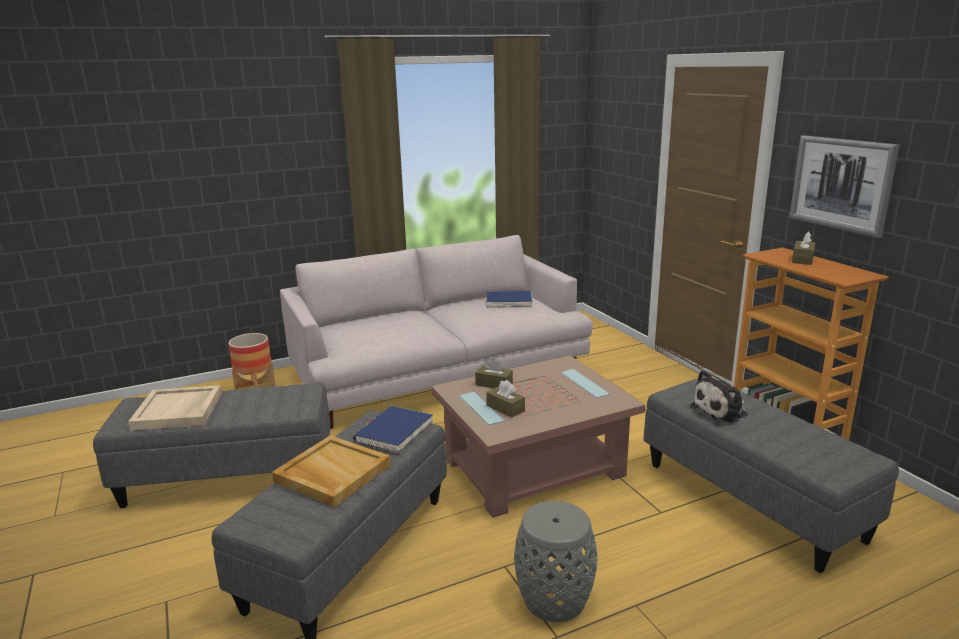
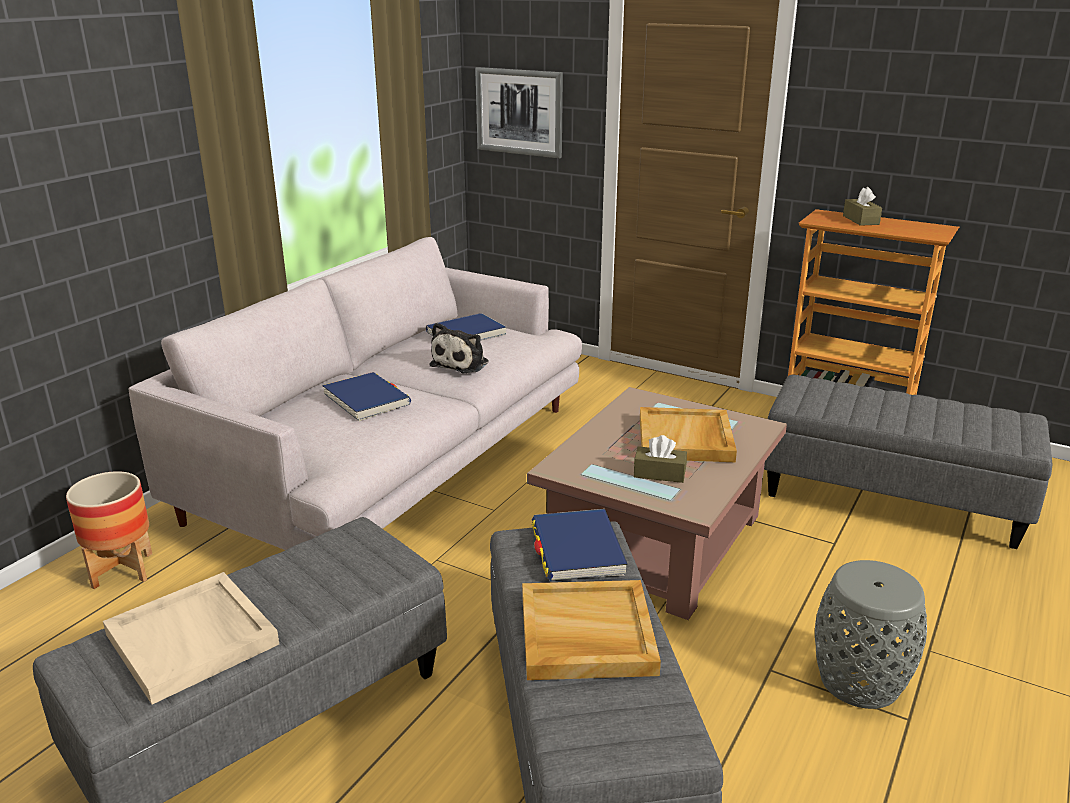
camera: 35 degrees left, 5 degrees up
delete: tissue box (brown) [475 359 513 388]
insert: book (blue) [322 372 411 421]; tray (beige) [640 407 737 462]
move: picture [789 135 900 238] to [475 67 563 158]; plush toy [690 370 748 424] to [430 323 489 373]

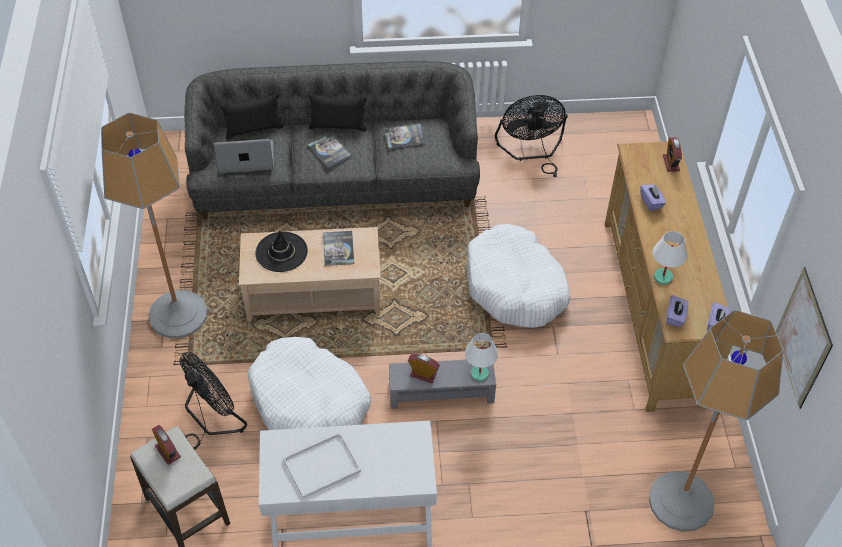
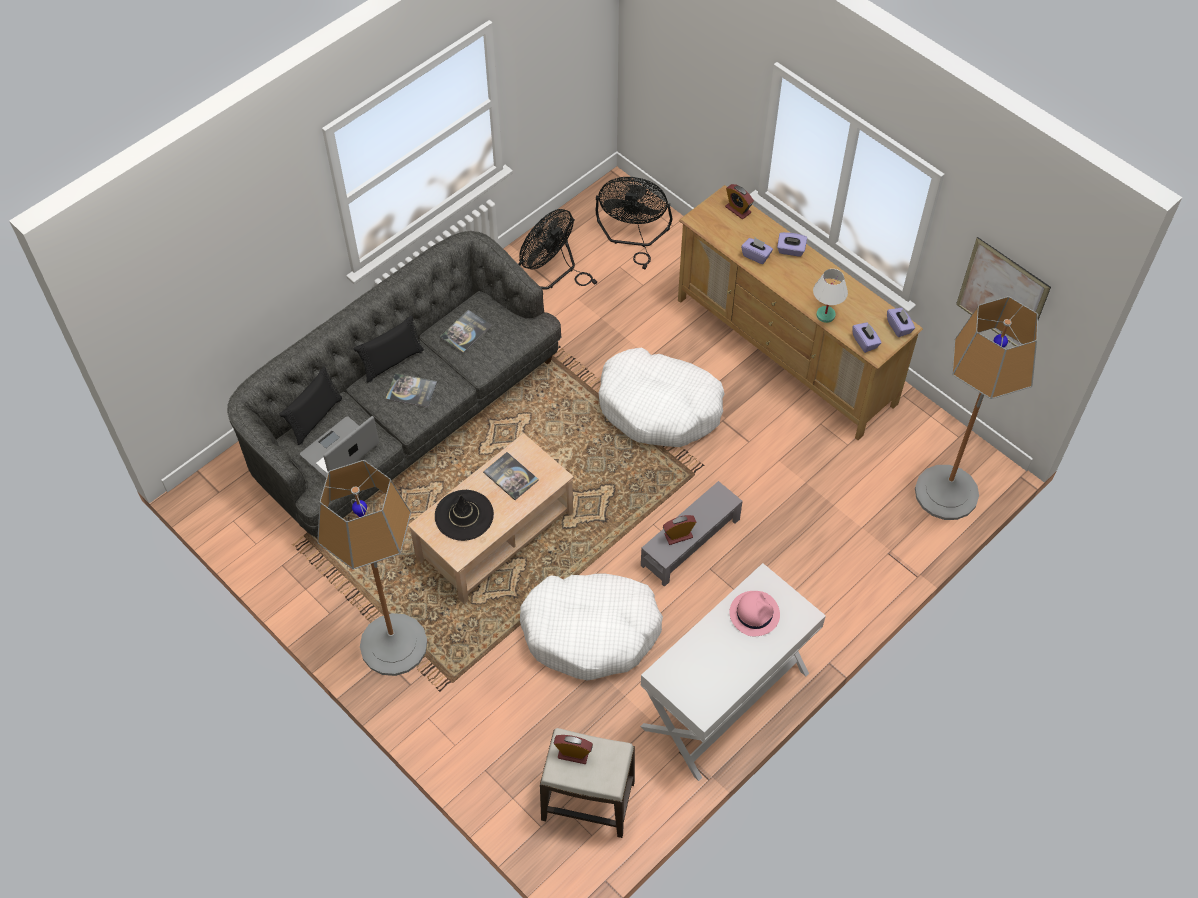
camera: 40 degrees left, 5 degrees up
delete: table lamp (white) [465 333 498 381]; tray (white) [283 433 361 499]
insert: tissue box (purple) [777 232 807 257]; hat (pink) [729 591 780 636]
move: fan (black) [179 352 247 450] to [596 177 673 270]

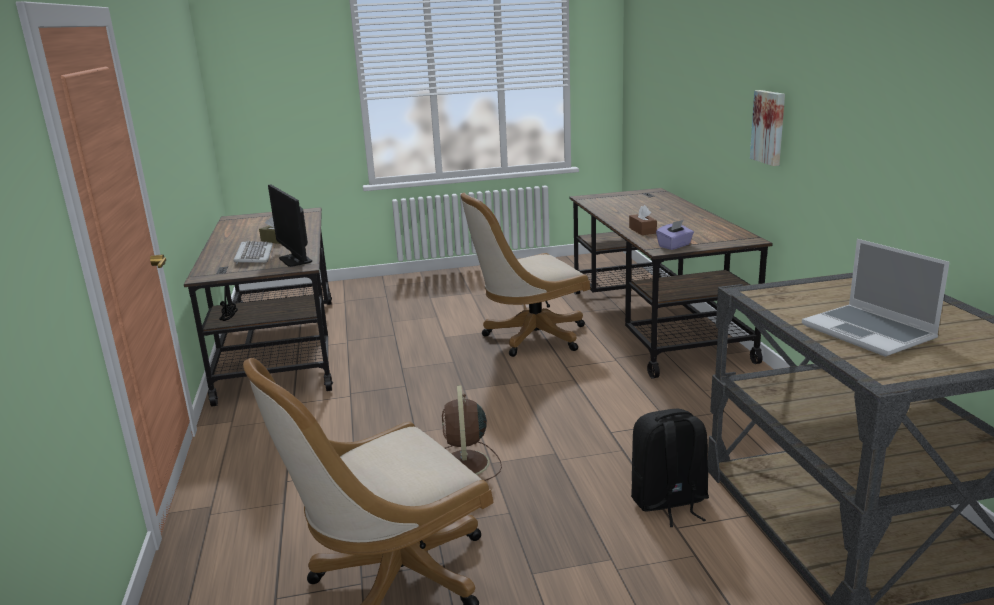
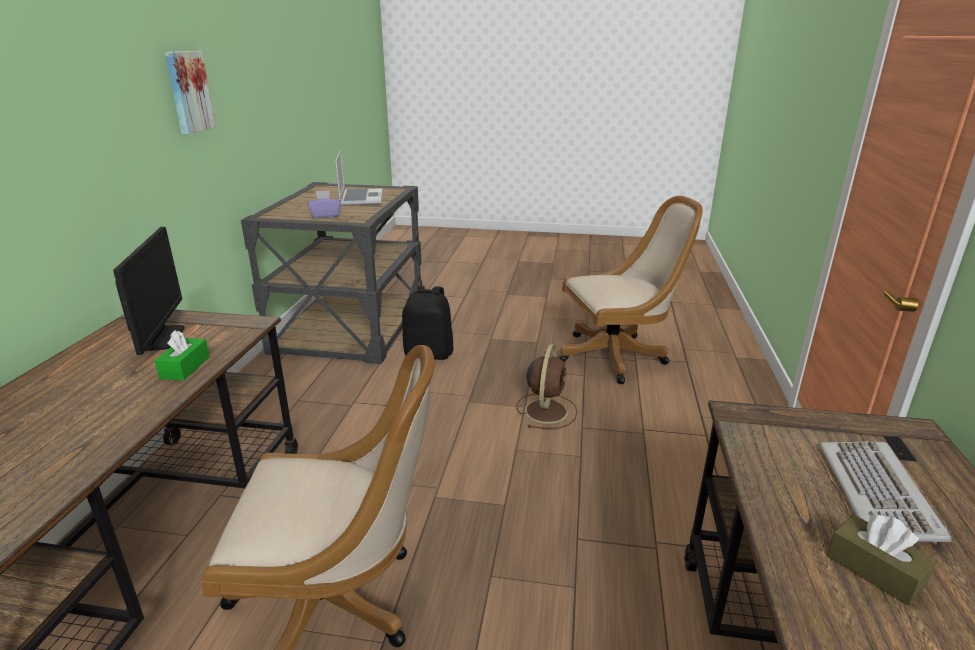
camera: 160 degrees left, 5 degrees up
move: picture [750 90 785 166] to [165 51 216 134]; monitor [268 185 312 267] to [113 227 185 355]; tissue box (purple) [656 220 694 250] to [307 190 341 218]
recolor: tissue box (brown) [629 205 657 235] to tissue box (green) [154 330 210 381]

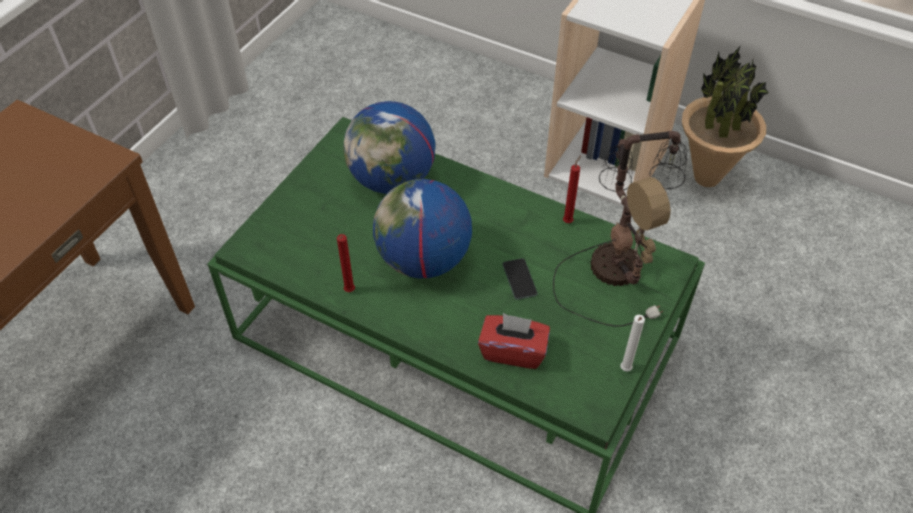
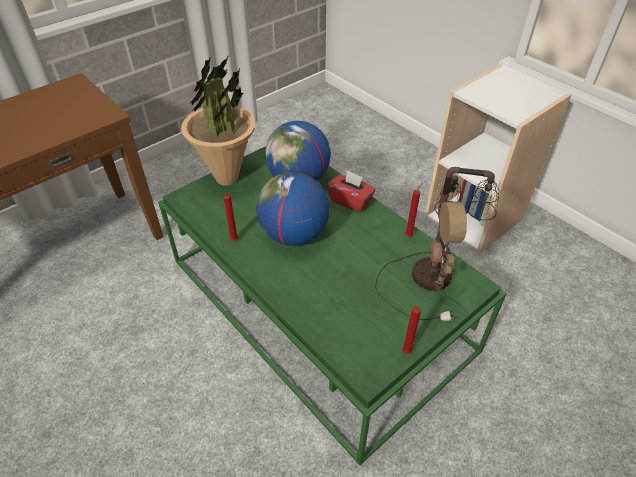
camera: 20 degrees right, 5 degrees down
delete: phone [502 258 538 300]
move: potted plant [682 47 769 187] to [181 55 255 186]; tissue box (red) [478 313 550 369] to [327 170 376 212]
recolor: candle (white) [620 315 645 372] to candle (red) [402 306 421 354]

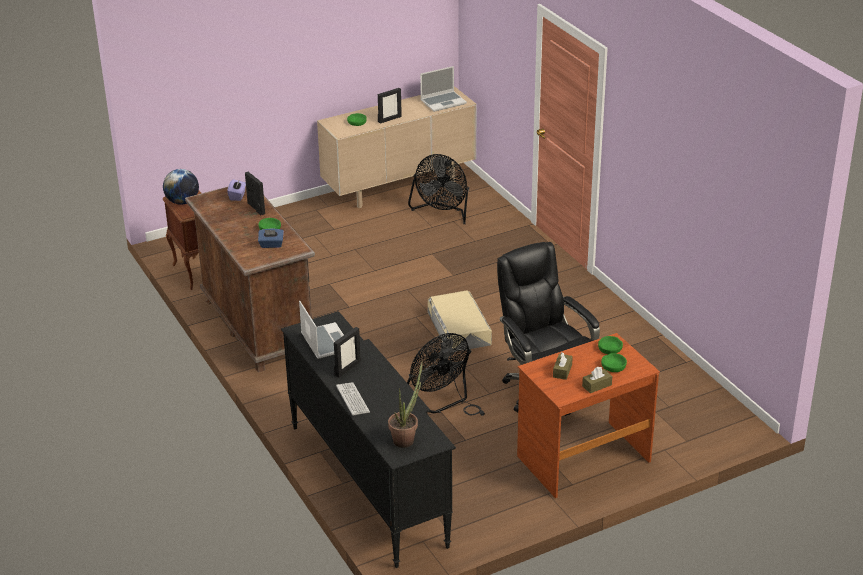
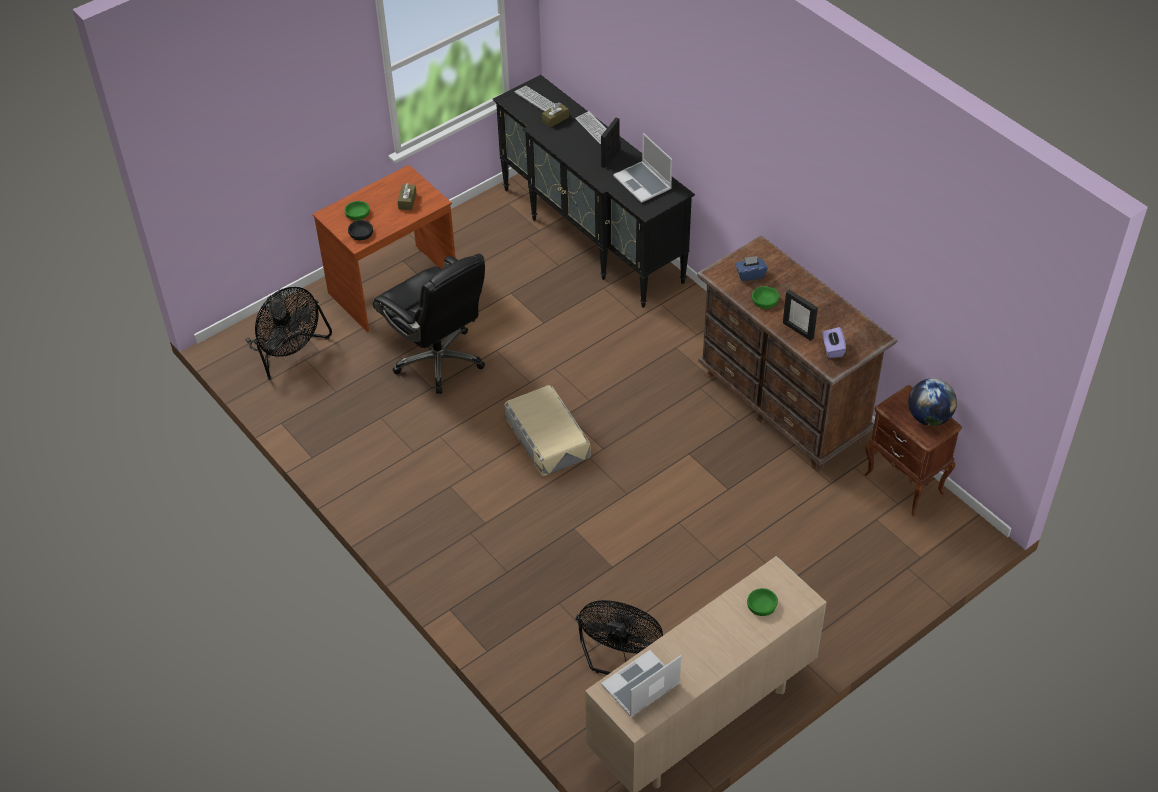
camera: 170 degrees right, 15 degrees up
delete: picture frame [378 88 402 124]
move: fan (black) [407 333 485 416] to [245 287 332 380]; tissue box (brown) [582 367 612 393] to [542 102 569 128]
replace: potted plant [388 362 422 448] to keyboard [515 86 555 112]
recolor: bowl (green) [598 336 623 354] to bowl (black) [348 220 373 240]

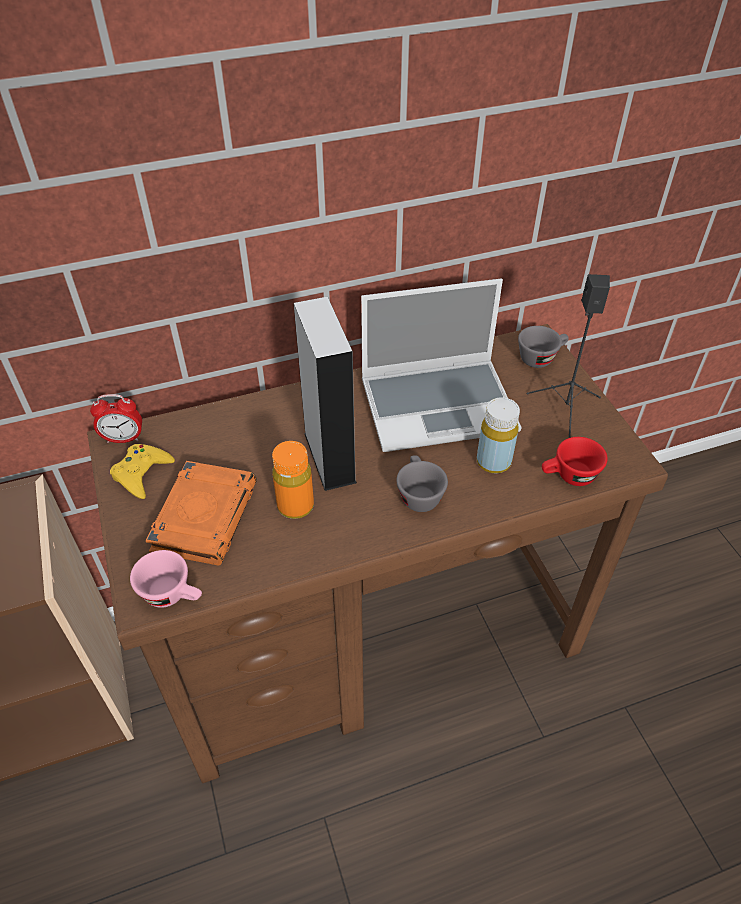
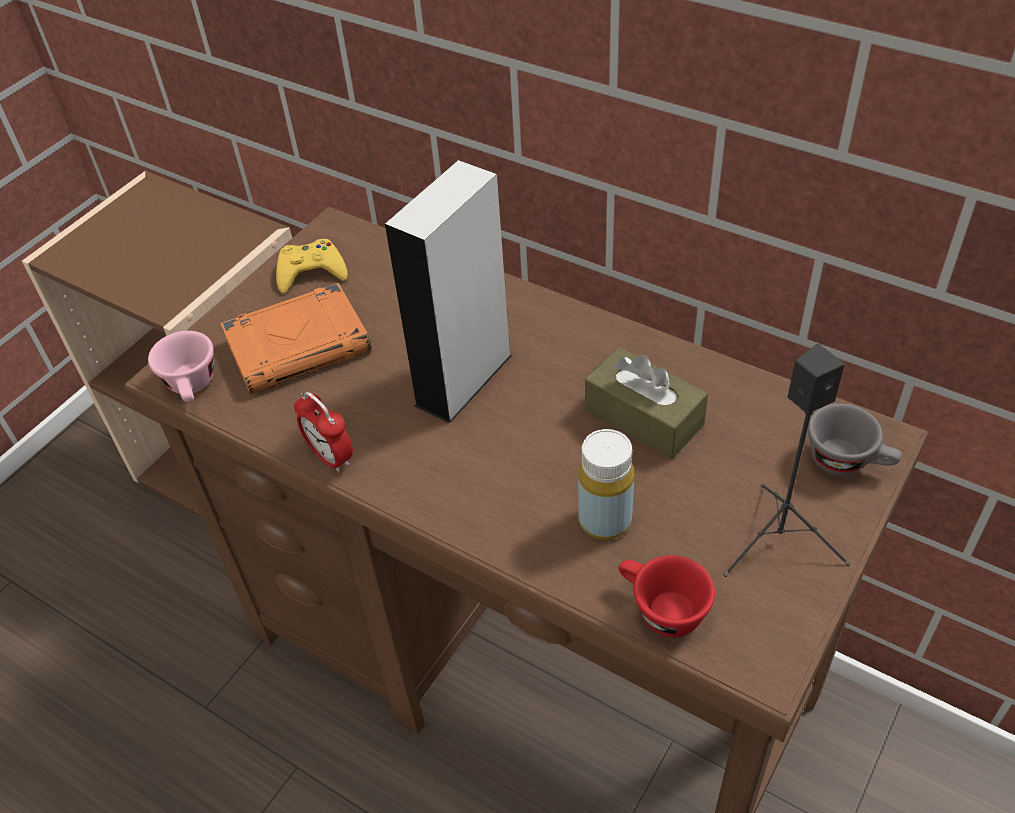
camera: 55 degrees right, 0 degrees up
delete: bottle (orange) [272 441 314 519]; cup (grey) [396 455 448 512]
move: alarm clock [90 394 142 443] to [294 392 353 472]
replace: laptop [361 279 522 452] to tissue box (brown) [585 347 708 459]

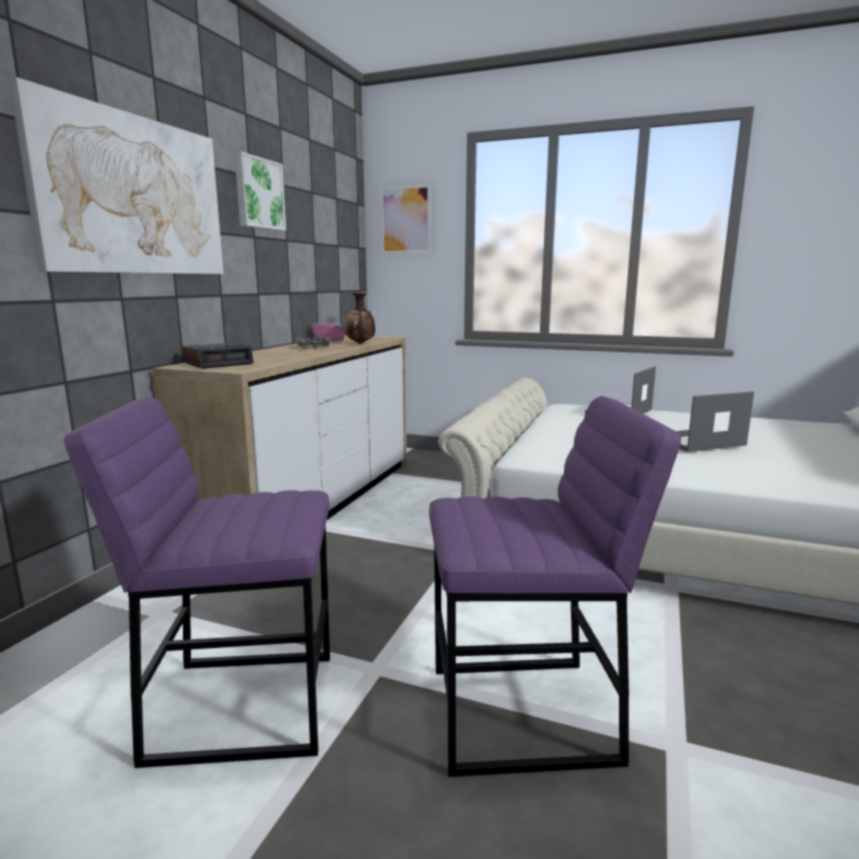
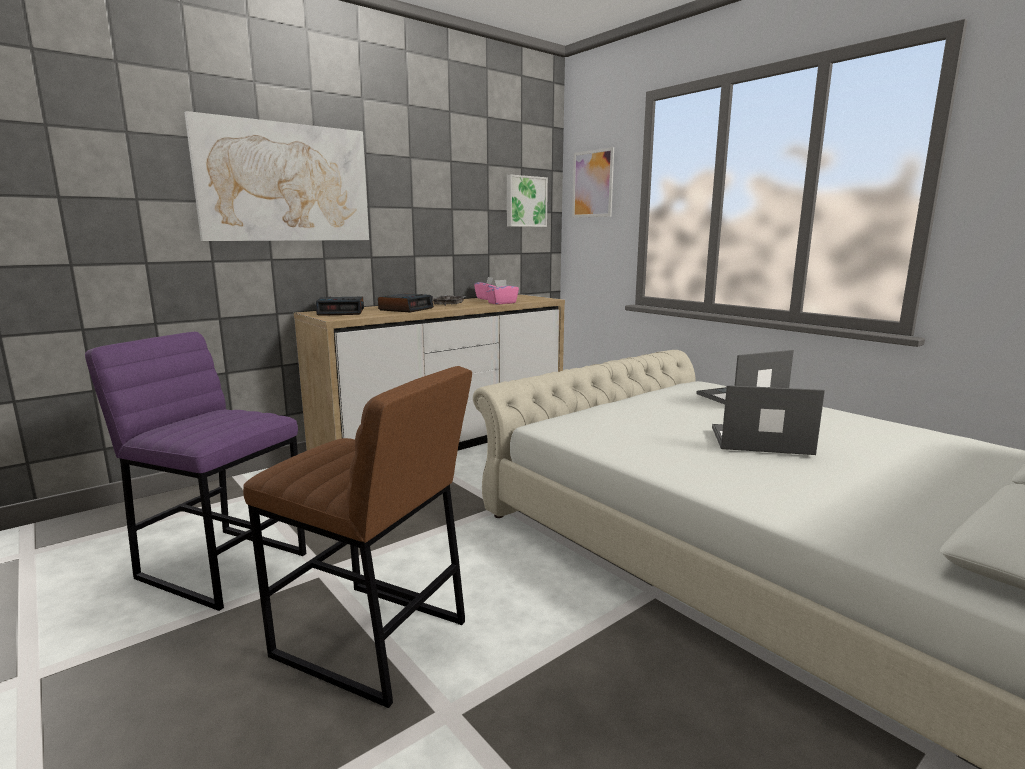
camera: 30 degrees right, 0 degrees up
insert: alarm clock [378 293 434 312]
move: picture [234 152 286 231] to [507 175 548 227]
replace: vase [345 292 375 344] to tissue box (pink) [485 280 519 304]
recolor: chair (purple) [429 396 681 777] to chair (brown) [243 366 472 708]

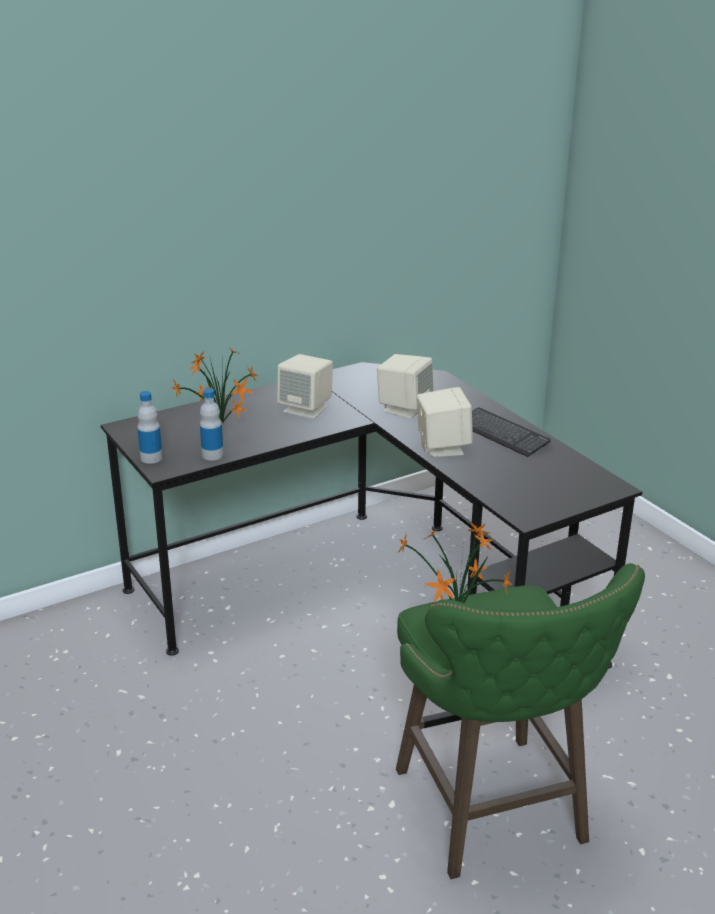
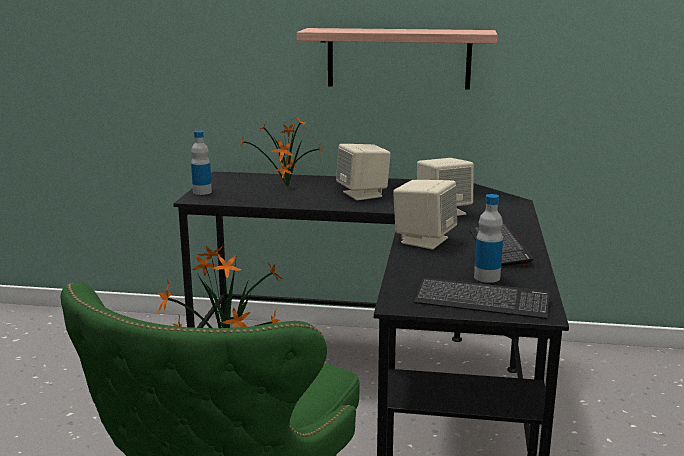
camera: 40 degrees right, 10 degrees down
insert: shelf [296 28 498 90]; keyboard [414 278 550 319]
move: bottle [200 388 224 460] to [474 194 503 283]

